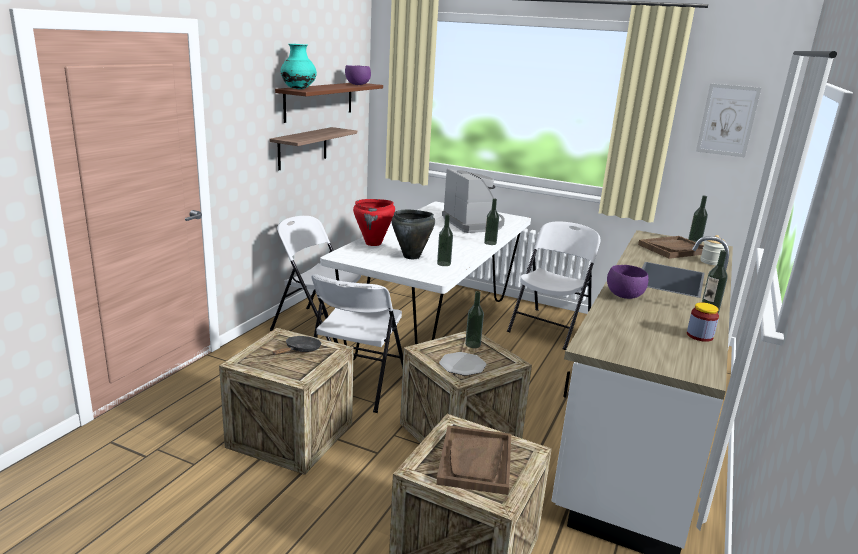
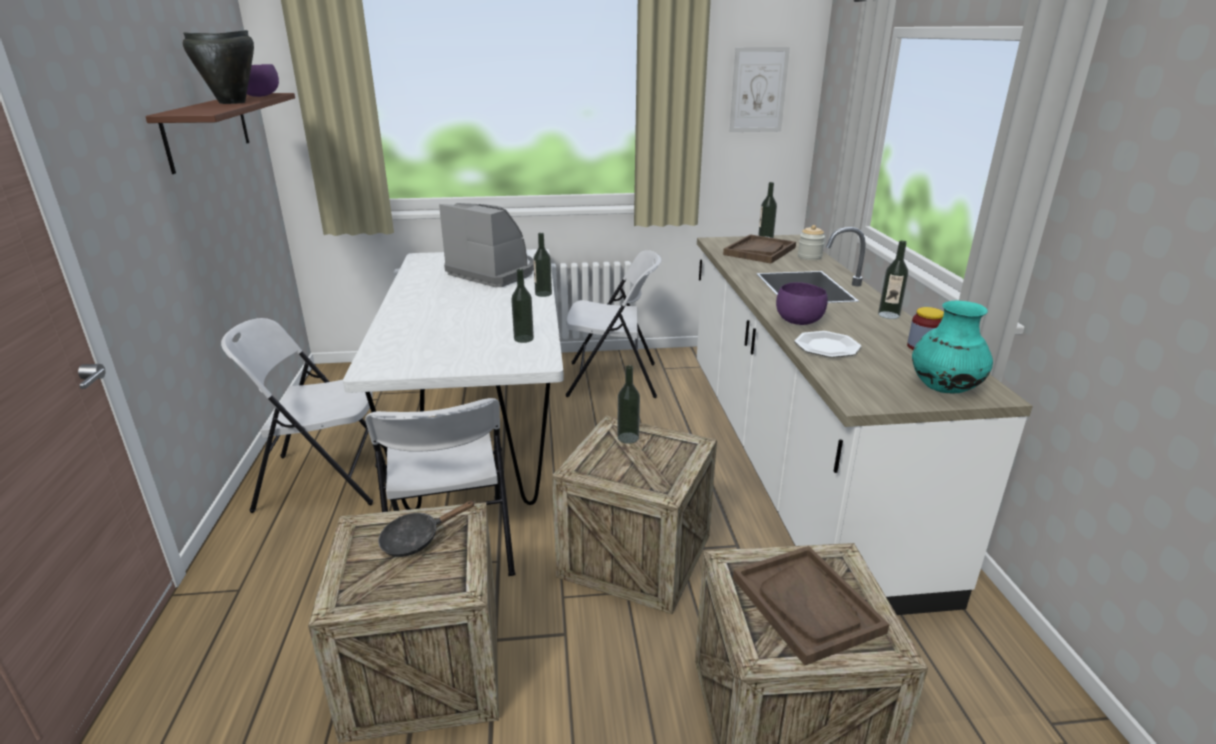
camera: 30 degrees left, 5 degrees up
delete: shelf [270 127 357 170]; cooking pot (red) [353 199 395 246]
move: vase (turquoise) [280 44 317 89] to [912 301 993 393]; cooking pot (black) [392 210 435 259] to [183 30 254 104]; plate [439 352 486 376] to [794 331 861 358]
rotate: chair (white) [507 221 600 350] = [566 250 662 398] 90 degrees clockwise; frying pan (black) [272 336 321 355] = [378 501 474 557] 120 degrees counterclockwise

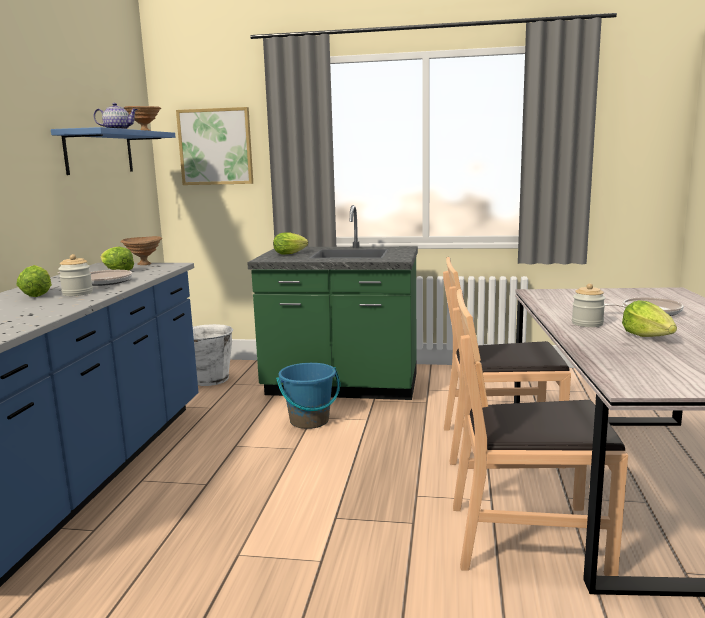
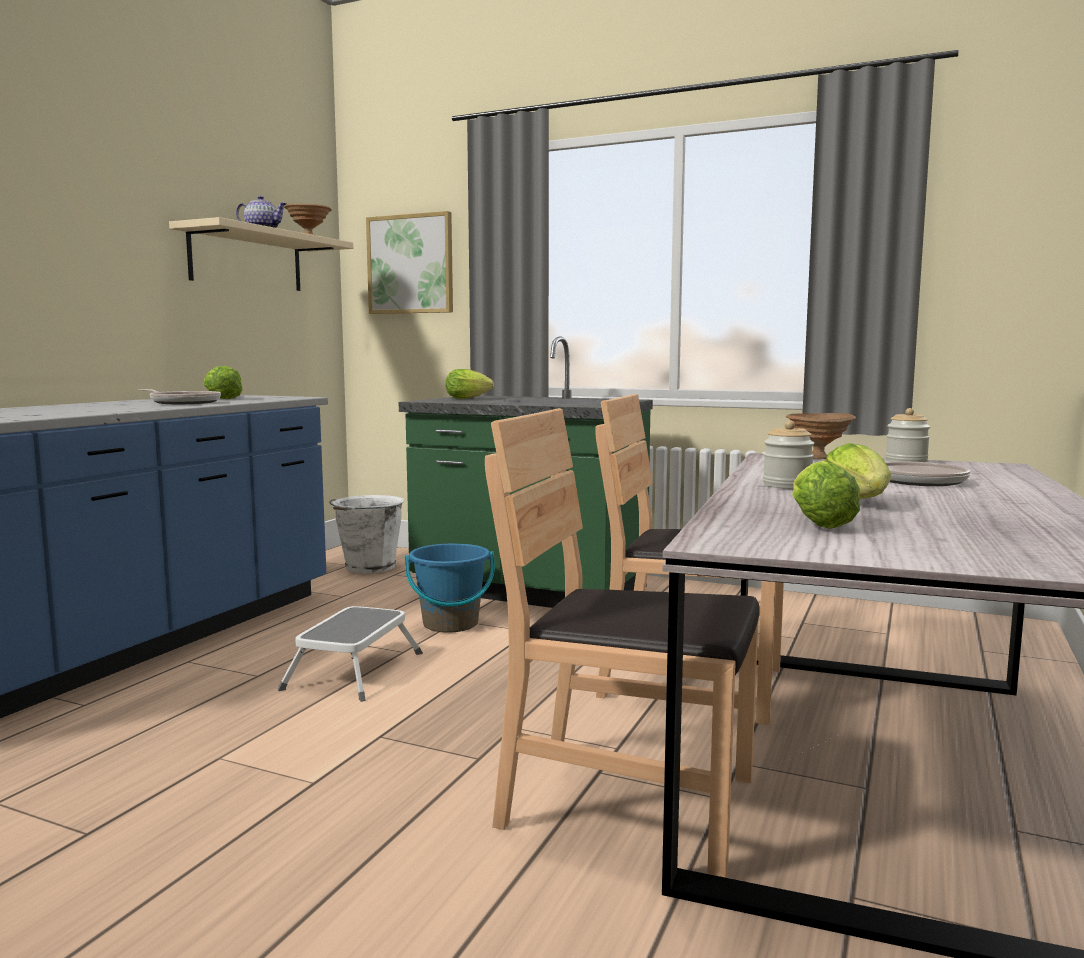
camera: 15 degrees right, 5 degrees down
insert: step ladder (grey) [278 606 423 702]
move: bowl (brown) [120 236 162 265] to [786 413 856 459]; jar [58 254 93 296] to [885 408 930 462]; lettuce [17 265 52 297] to [792 460 860 529]
recolor: shelf (blue) [51 127 176 175] to shelf (beige) [169 217 353 291]

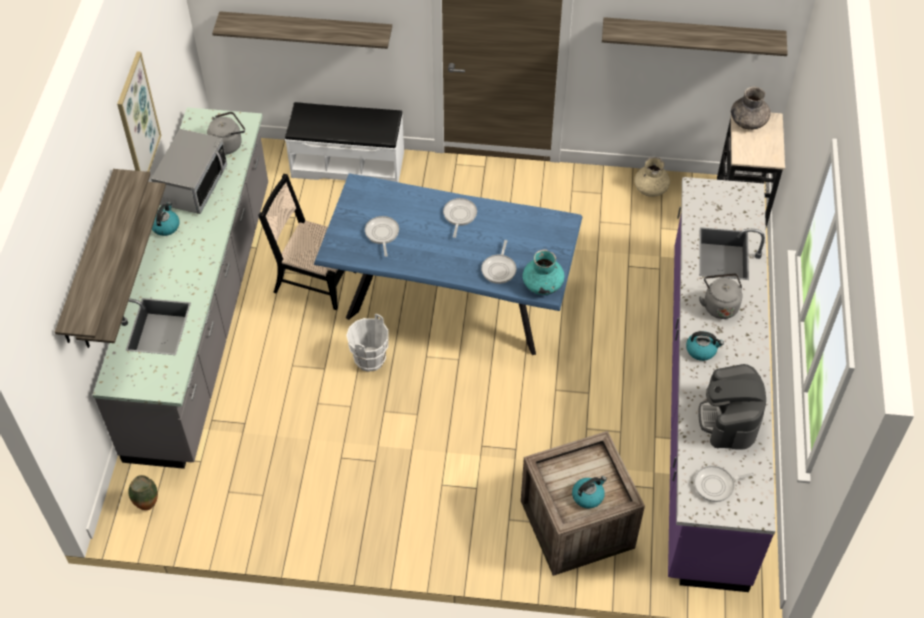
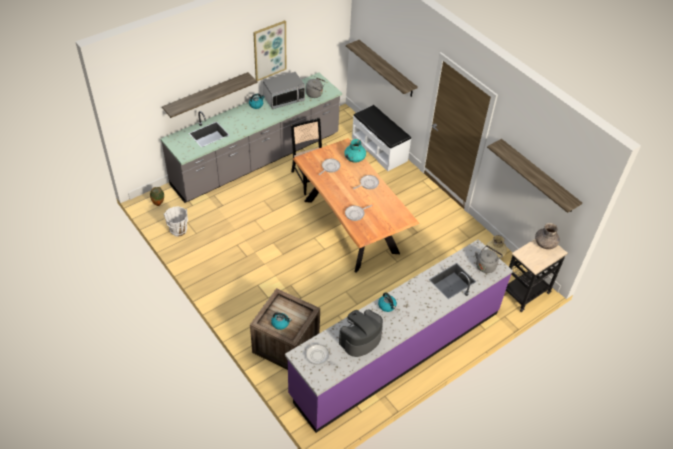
camera: 45 degrees right, 5 degrees down
delete: shelf [55 169 151 343]
move: vase (turquoise) [523 249 564 295] to [344 138 366 163]; kettle (grey) [699 273 743 319] to [475 246 503 273]; bucket (white) [346 314 389 372] to [164 207 188 237]
recolor: dining table (blue) [314 174 583 355] to dining table (brown) [293 138 419 273]

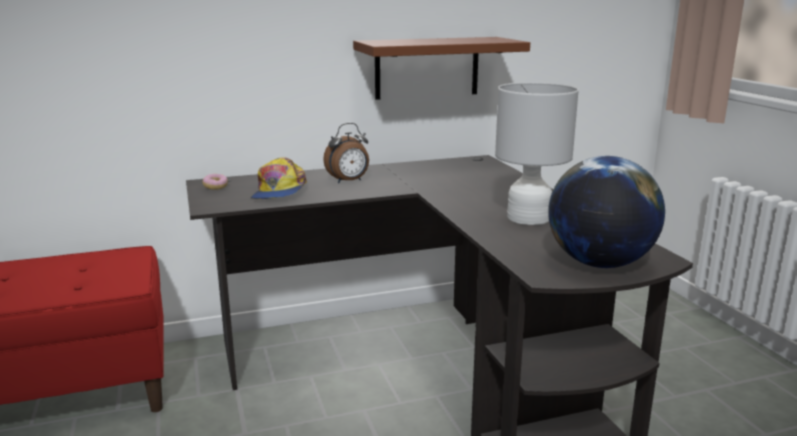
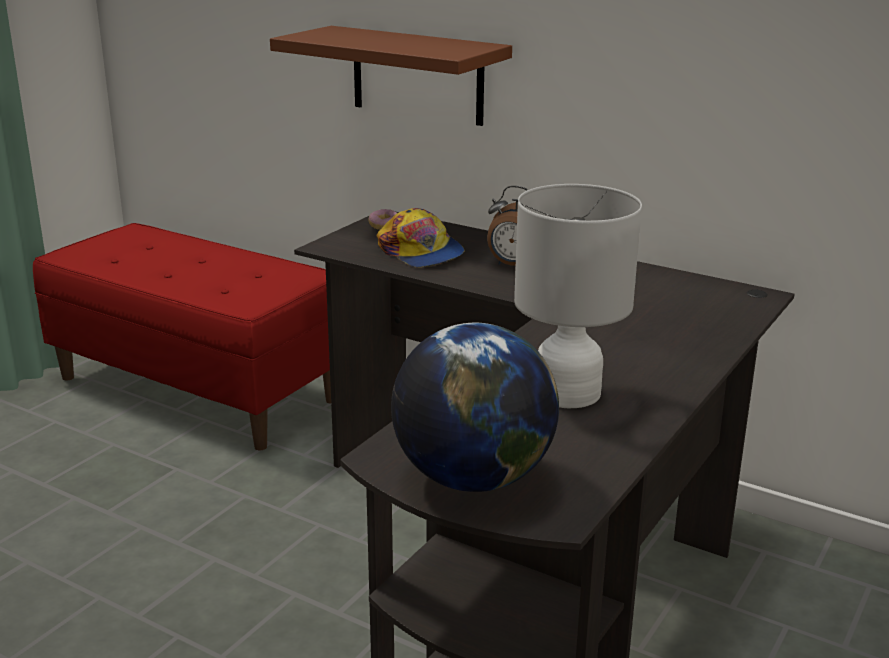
camera: 50 degrees right, 5 degrees up
move: shelf (brown) [353 37 530 100] to [270 26 512 126]
rotate: cap [251 158 307 199] = [377 208 464 267] 90 degrees counterclockwise

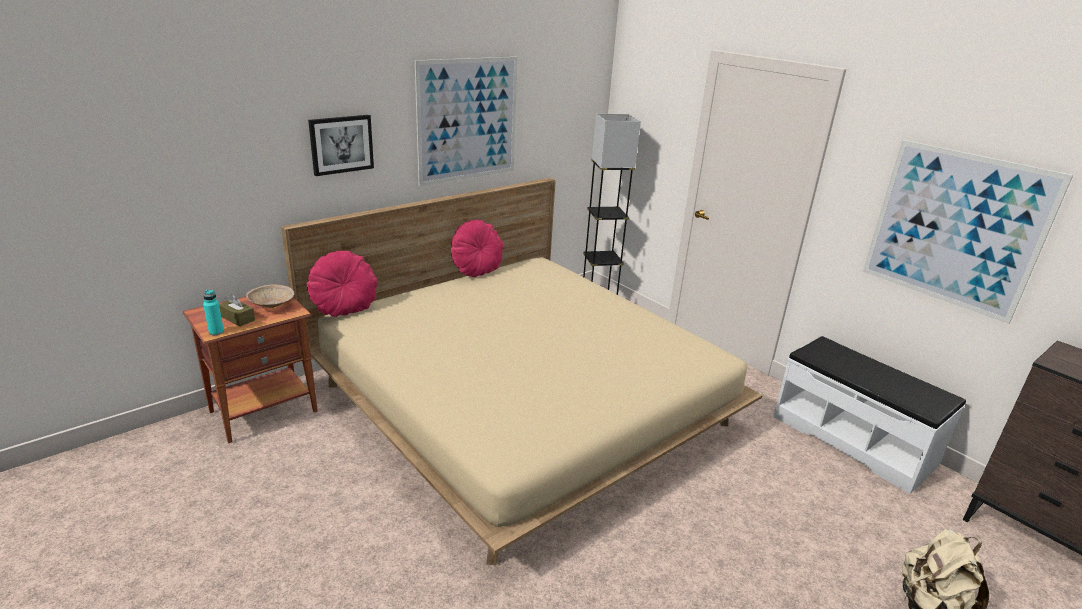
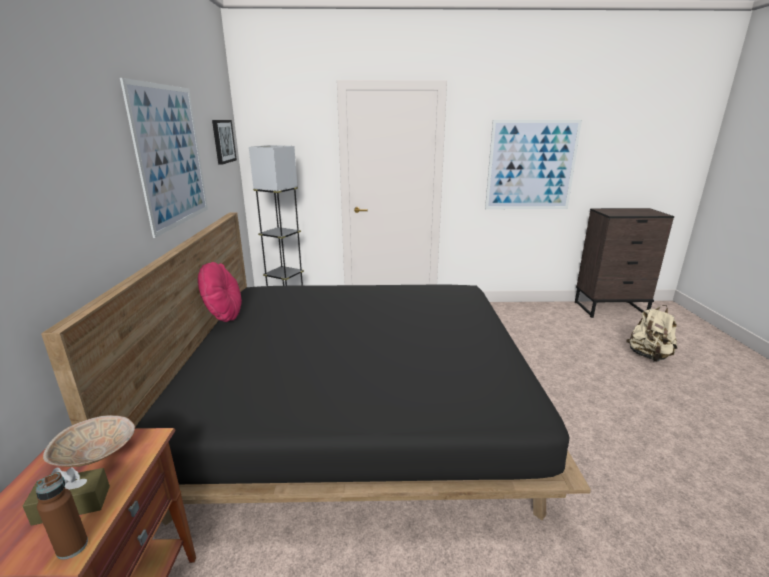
camera: 50 degrees left, 5 degrees down
delete: pillow (pink) [307 251 377 317]; bench (white) [773 336 966 494]
move: picture [308 115 374 176] to [212 120 237 165]
recolor: bed (beige) [281 178 763 566] to bed (black) [41 213 591 525]; bottle (turquoise) [203 290 224 335] to bottle (brown) [36 472 88 560]

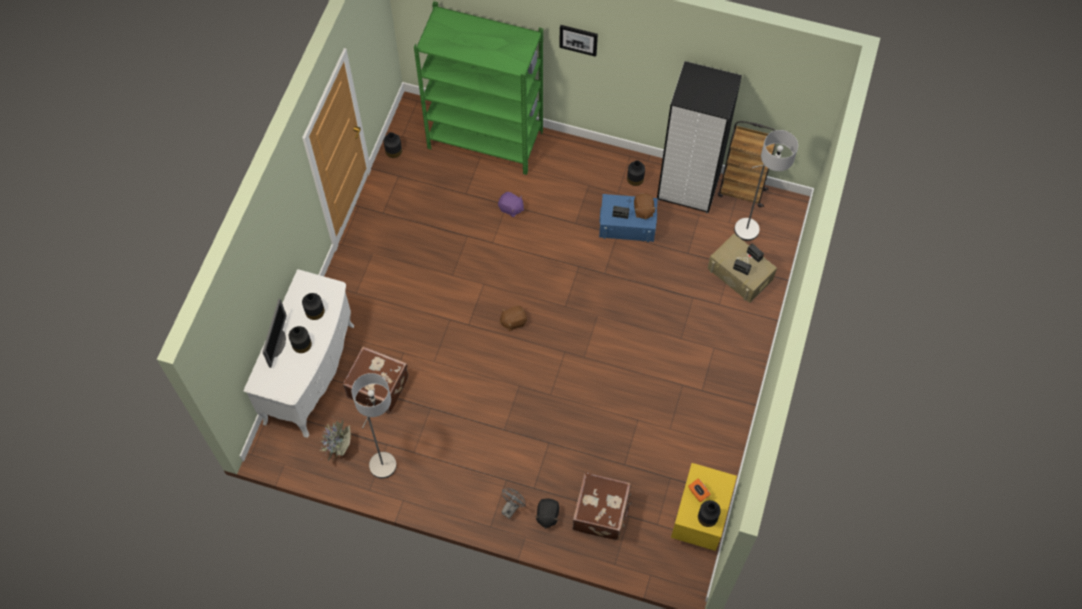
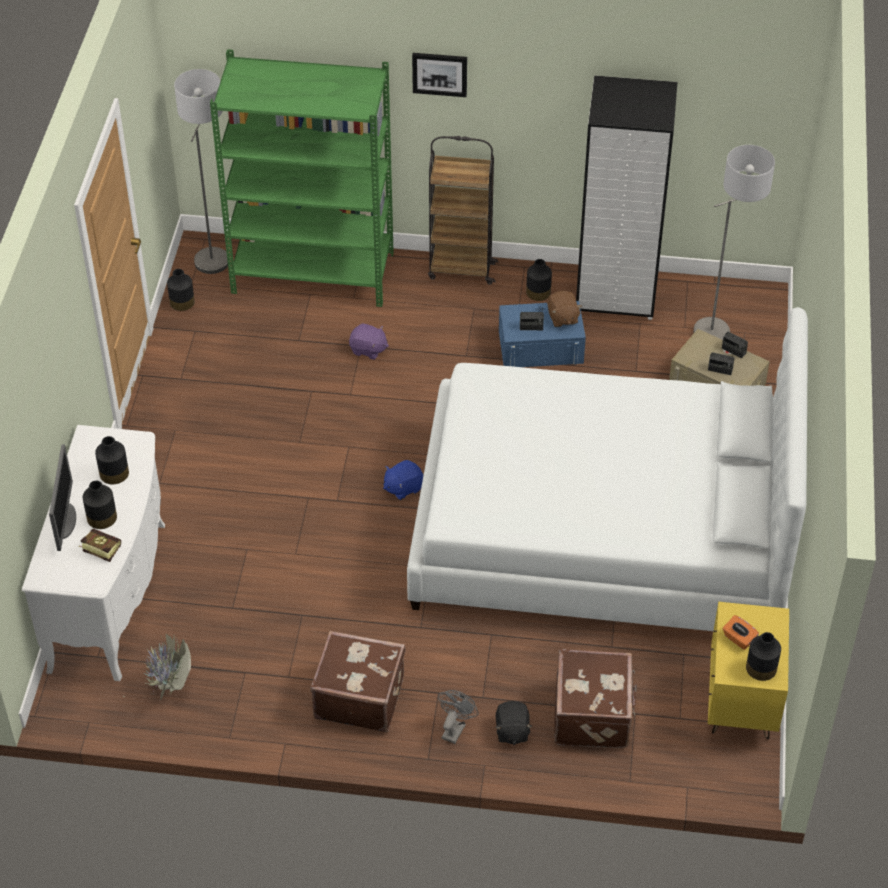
camera: 10 degrees left, 15 degrees down
insert: bed (white) [407 307 808 631]; book [79 529 121 562]
move: cart (brown) [718 121 776 207] to [428 136 499 285]; suitcase (brown) [343 346 409 414] to [310 630 405 732]; floor lamp (grey) [352 373 397 478] to [174 69 228 274]
recolor: plush toy (brown) [499 306 527 331] to plush toy (blue) [383 460 423 500]

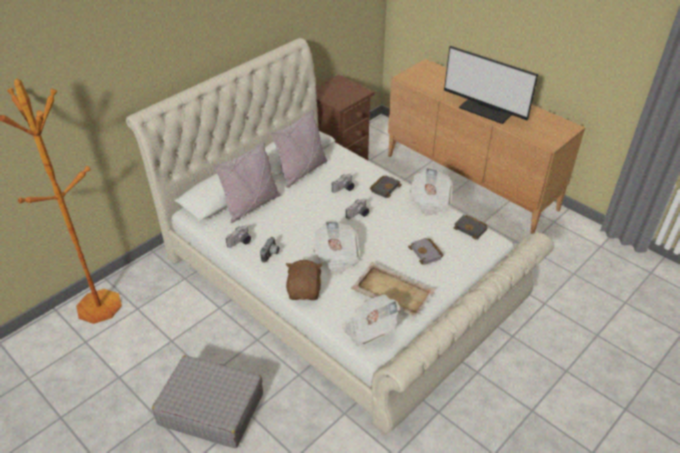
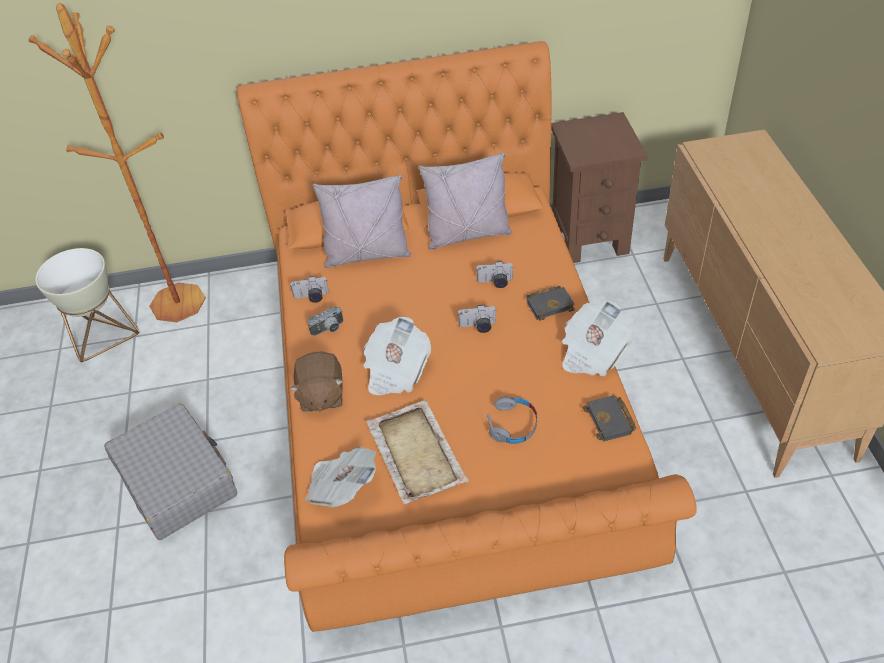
camera: 40 degrees right, 5 degrees up
delete: monitor [444 46 538 124]
insert: planter [35 248 140 362]
replace: book (grey) [408 238 444 265] to headphones (grey) [487 396 537 444]
recolor: bed (beige) [126 38 554 435] to bed (orange) [237 41 697 632]
rotate: plush toy (brown) [286 260 323 300] = [289 351 343 412] 135 degrees clockwise

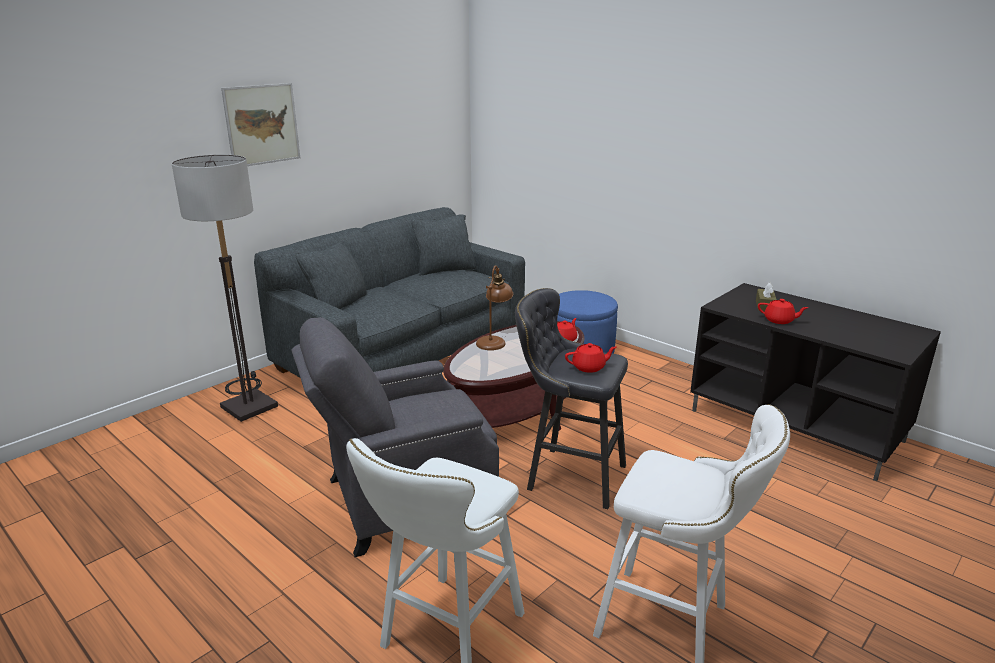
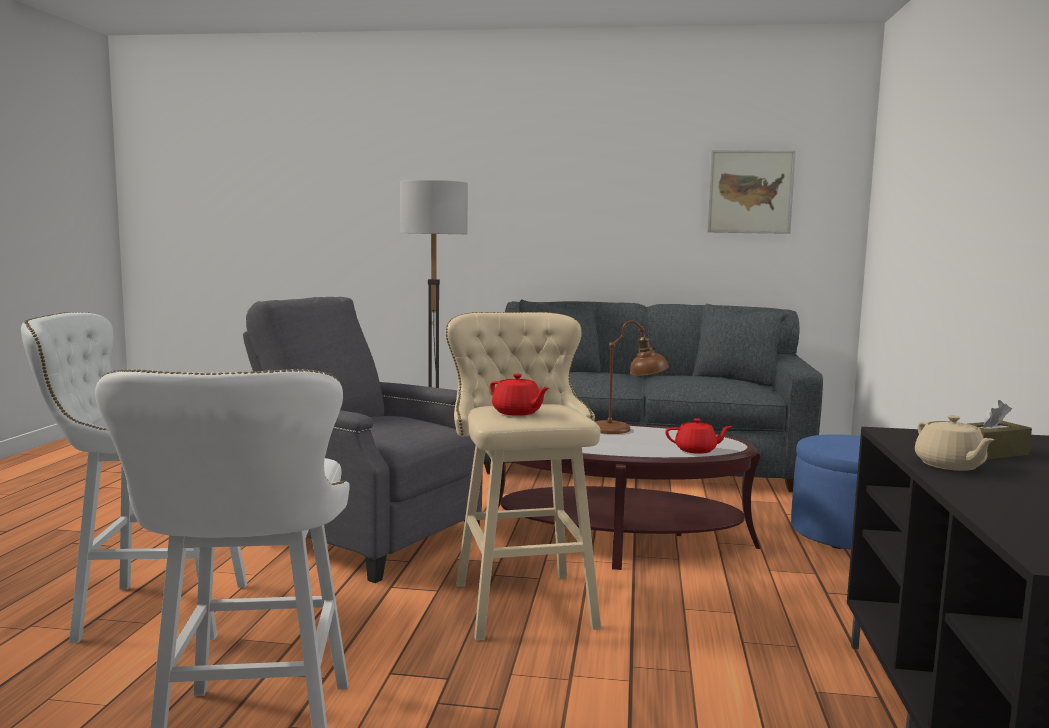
camera: 55 degrees right, 15 degrees down
move: picture [221 83 300 166] to [707 150 796 234]
recolor: stool (black) [515 288 628 509] to stool (beige) [445 312 601 641]; teapot (red) [758 299 809 324] to teapot (beige) [915 415 995 471]

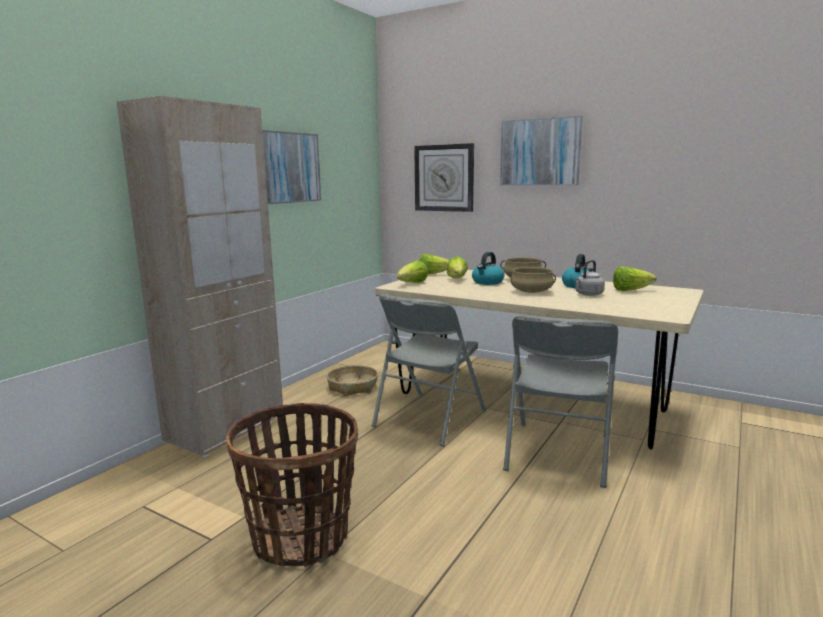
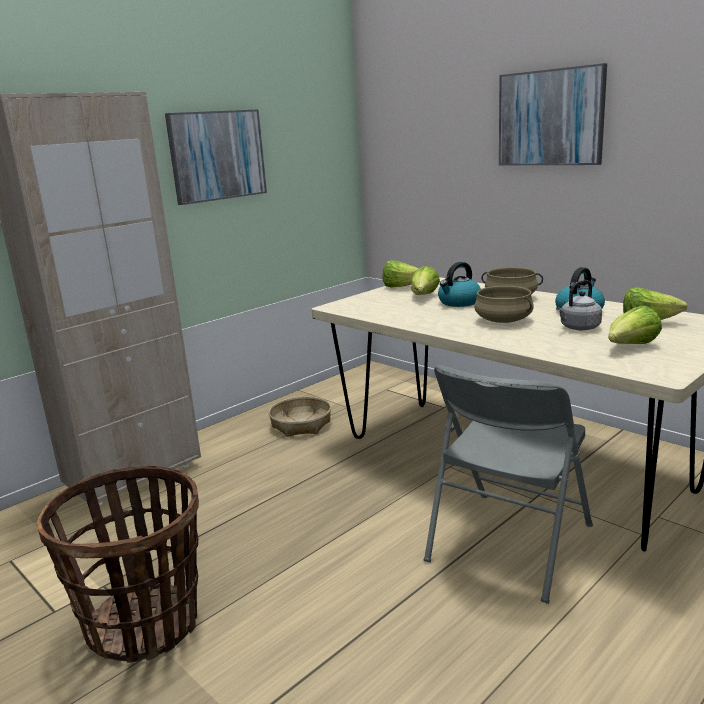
camera: 15 degrees right, 5 degrees up
delete: wall clock [414 143 474 212]; chair (grey) [371 294 486 447]
move: lettuce [397 260 428 283] to [608 306 662 344]

